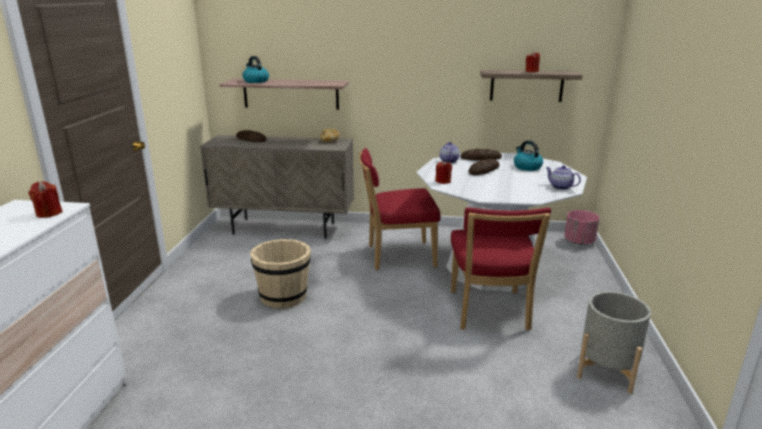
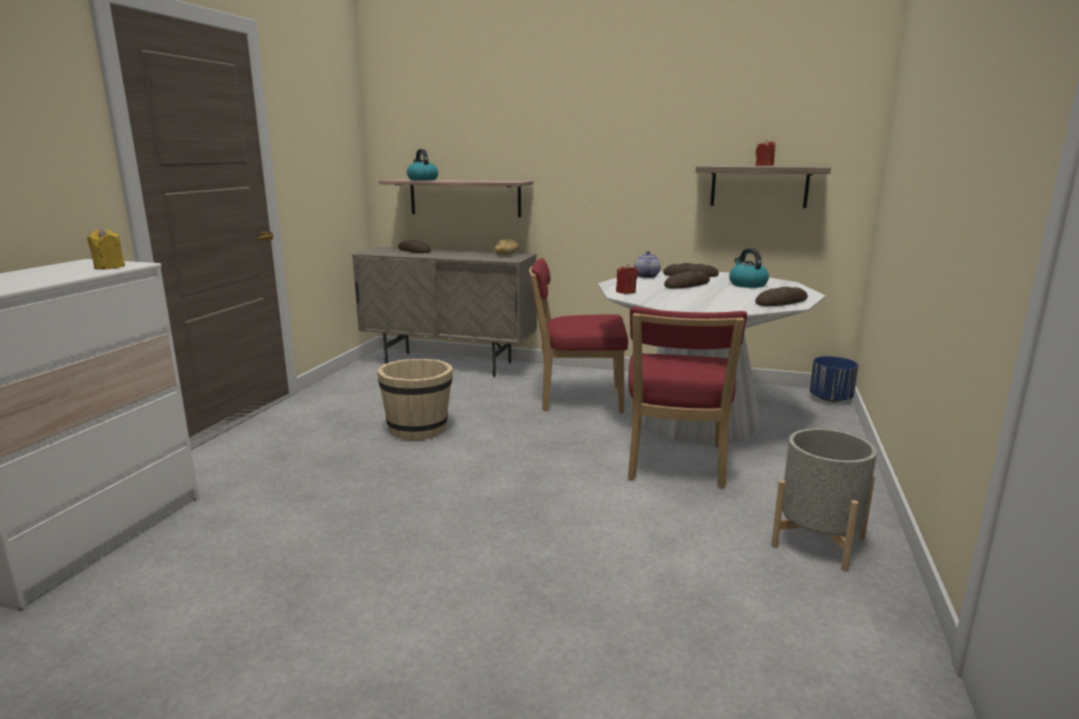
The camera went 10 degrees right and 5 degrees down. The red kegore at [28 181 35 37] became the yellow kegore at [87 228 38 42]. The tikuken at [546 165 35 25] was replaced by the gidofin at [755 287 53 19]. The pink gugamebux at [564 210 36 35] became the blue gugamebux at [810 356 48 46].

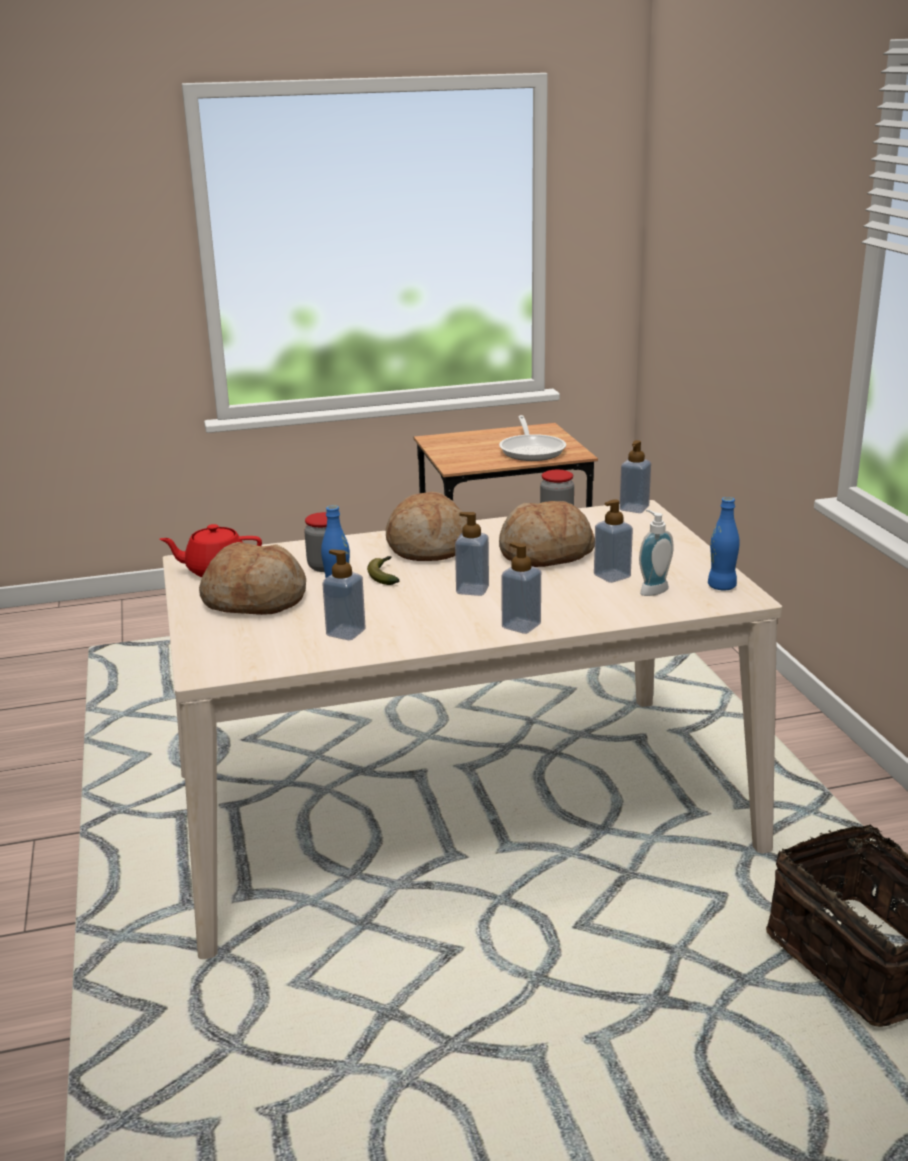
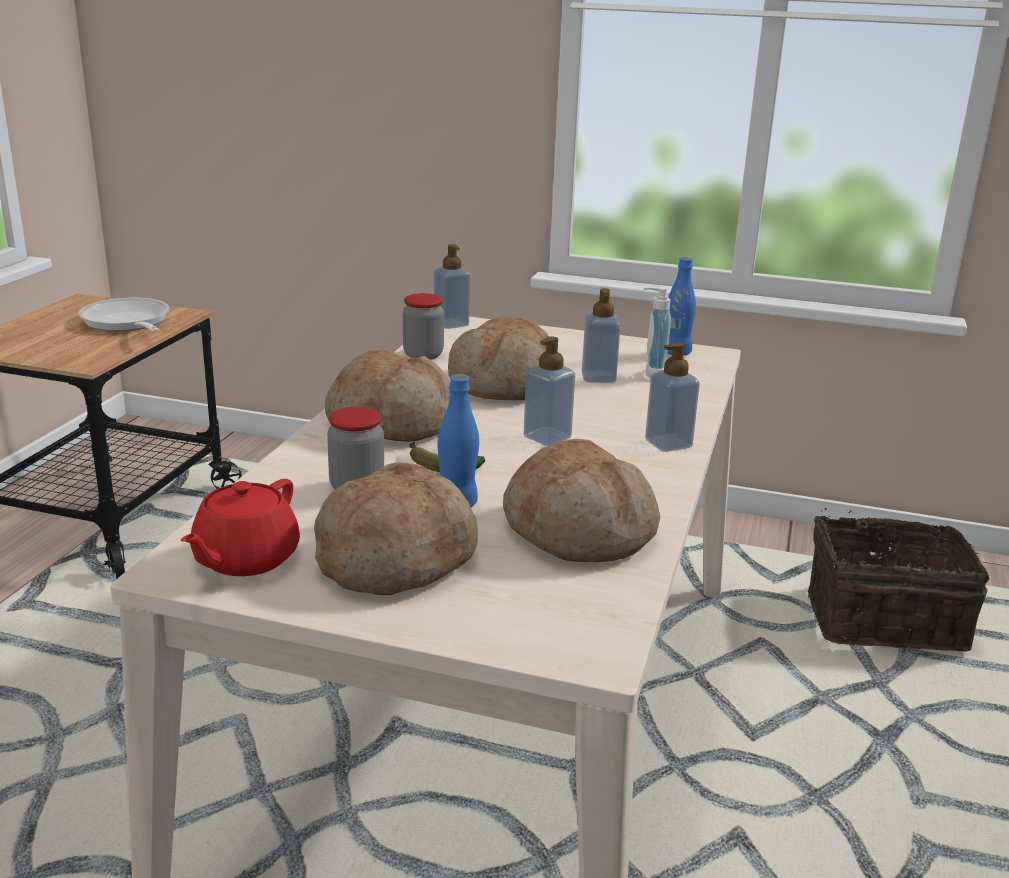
The camera went 60 degrees left and 0 degrees up. The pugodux at [322 549 44 91] was replaced by the gidofin at [503 439 157 123]. The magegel at [499 415 67 46] turned 150 degrees counterclockwise.

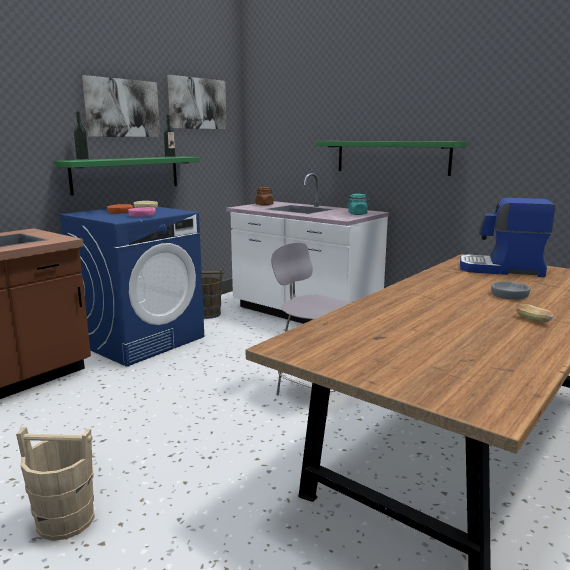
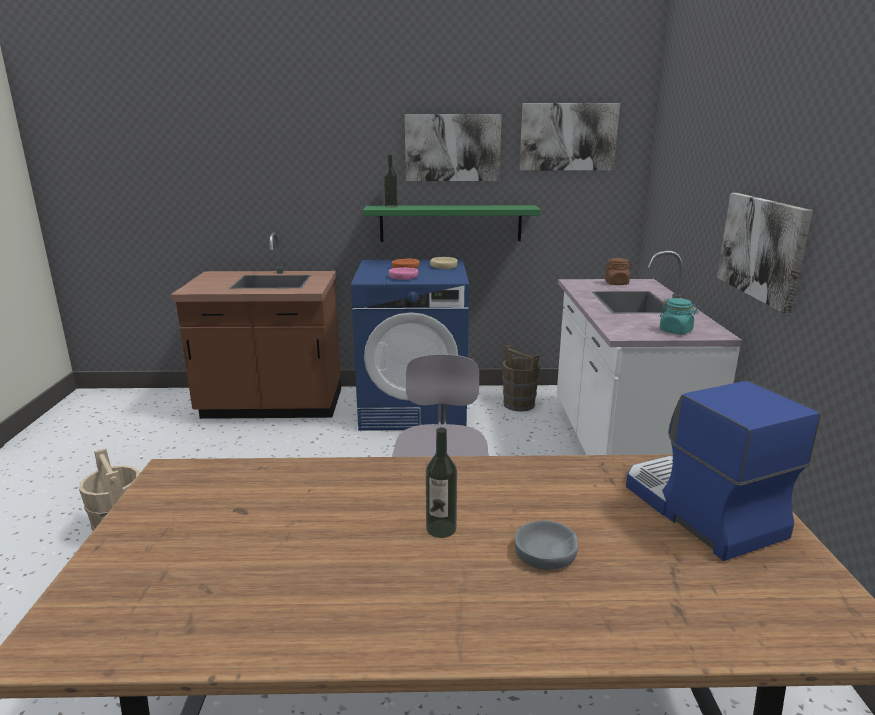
The camera went 50 degrees right and 5 degrees up. The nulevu moved from [163 115 13 42] to [426 427 31 111]. The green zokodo at [316 141 150 35] was replaced by the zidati at [717 193 96 120]. The gidofin at [516 304 37 18] disappeared.

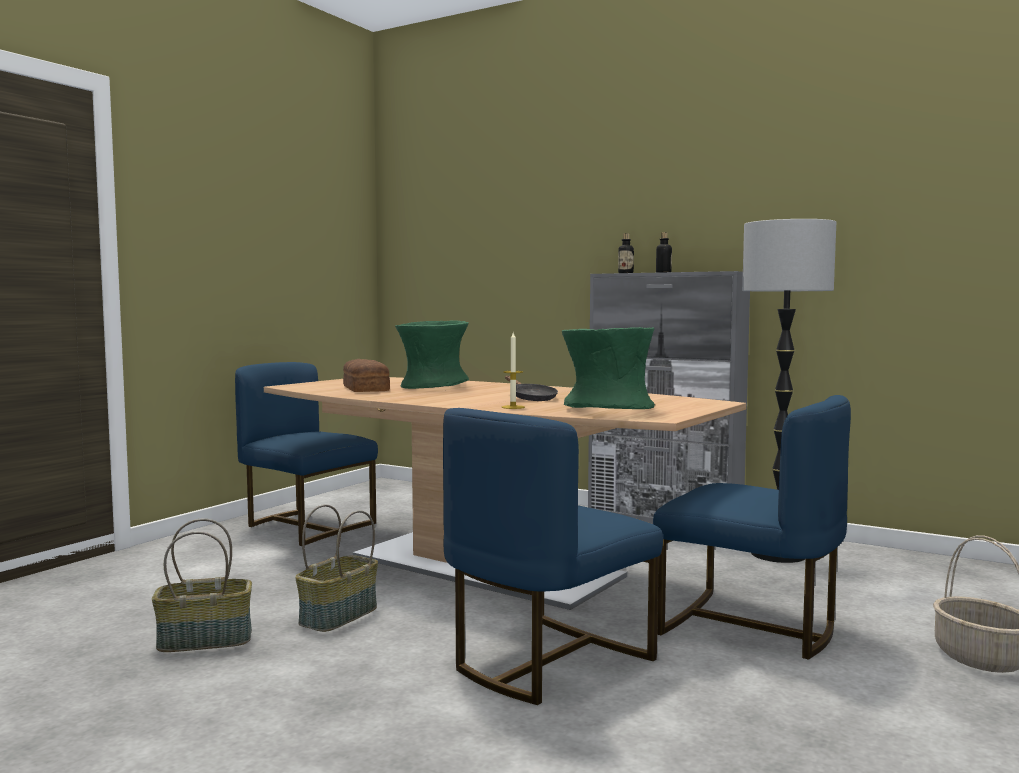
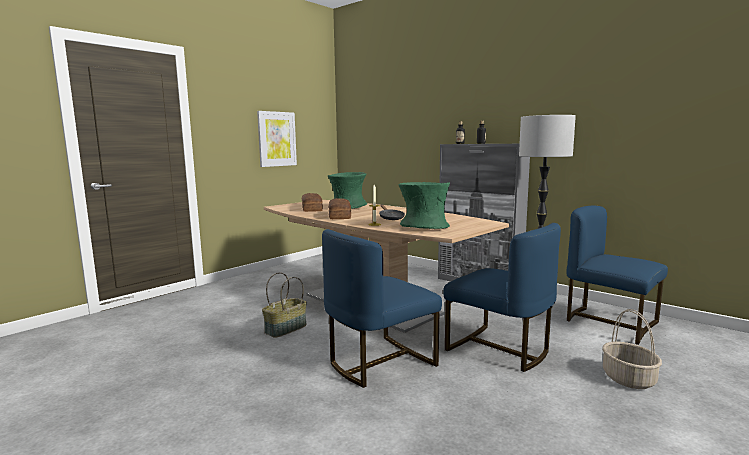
The camera went 10 degrees right and 5 degrees up. The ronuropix at [152 519 100 133] disappeared. The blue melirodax moved from [235 362 143 184] to [567 206 101 139]. The zidati at [257 111 40 56] appeared. The gidofin at [328 198 23 21] appeared.

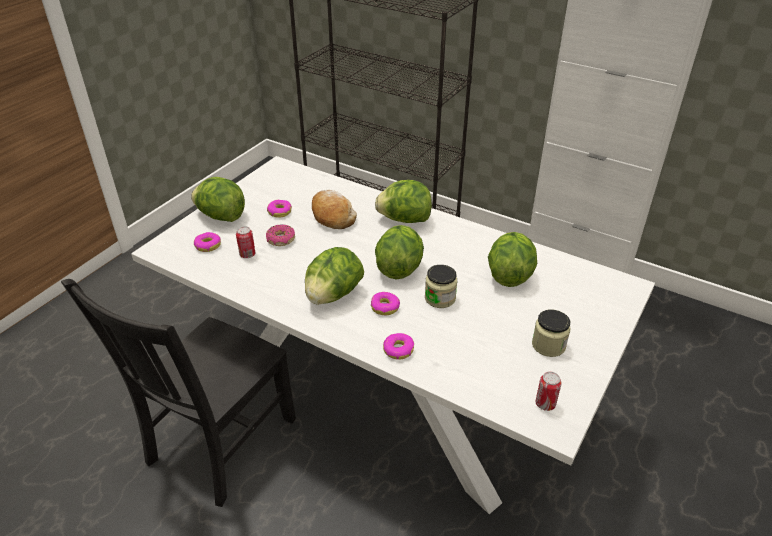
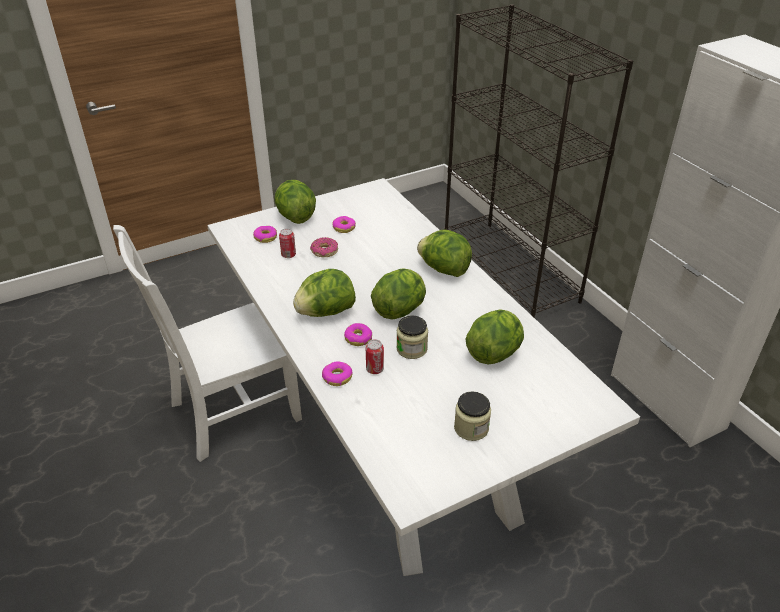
The camera went 30 degrees right and 0 degrees up. The black melirodax at [61 279 235 228] became the white melirodax at [113 225 189 237]. The gidofin at [312 190 45 39] disappeared. The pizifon moved from [535 372 27 39] to [366 339 18 35].

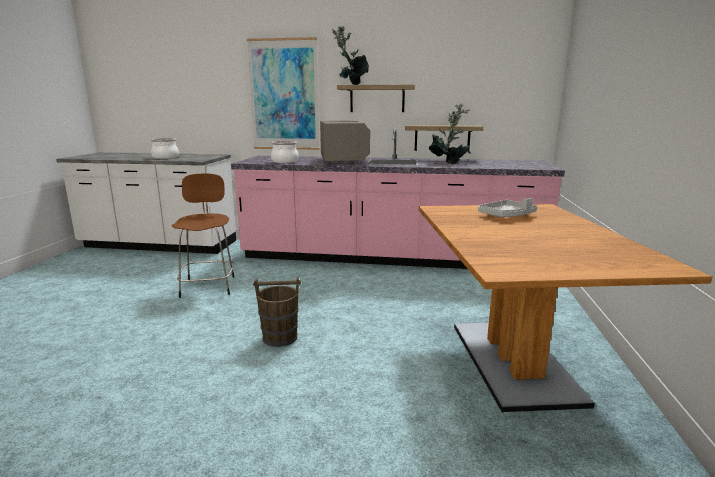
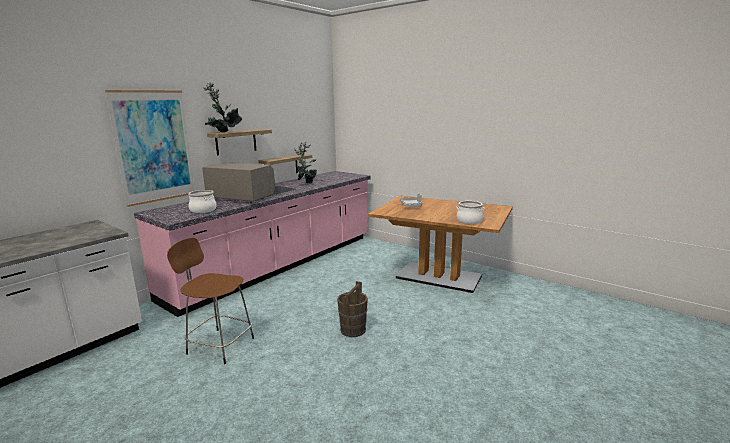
The camera went 60 degrees left and 0 degrees up. The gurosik moved from [151 138 28 21] to [456 201 29 23].

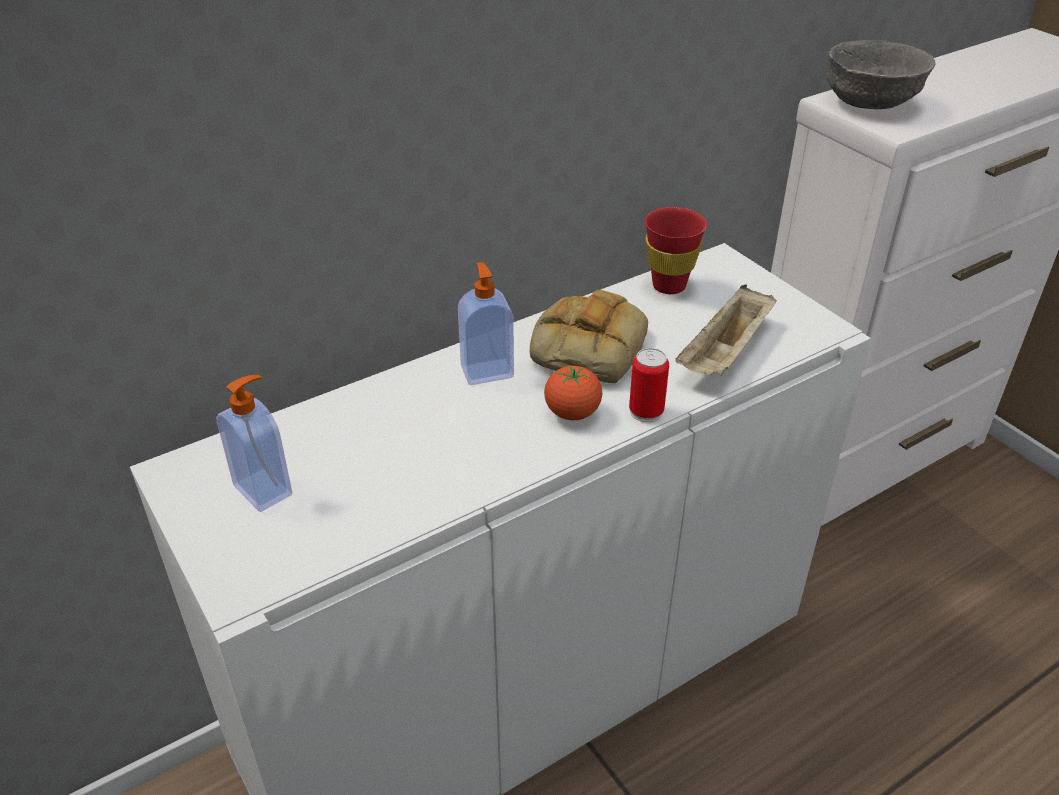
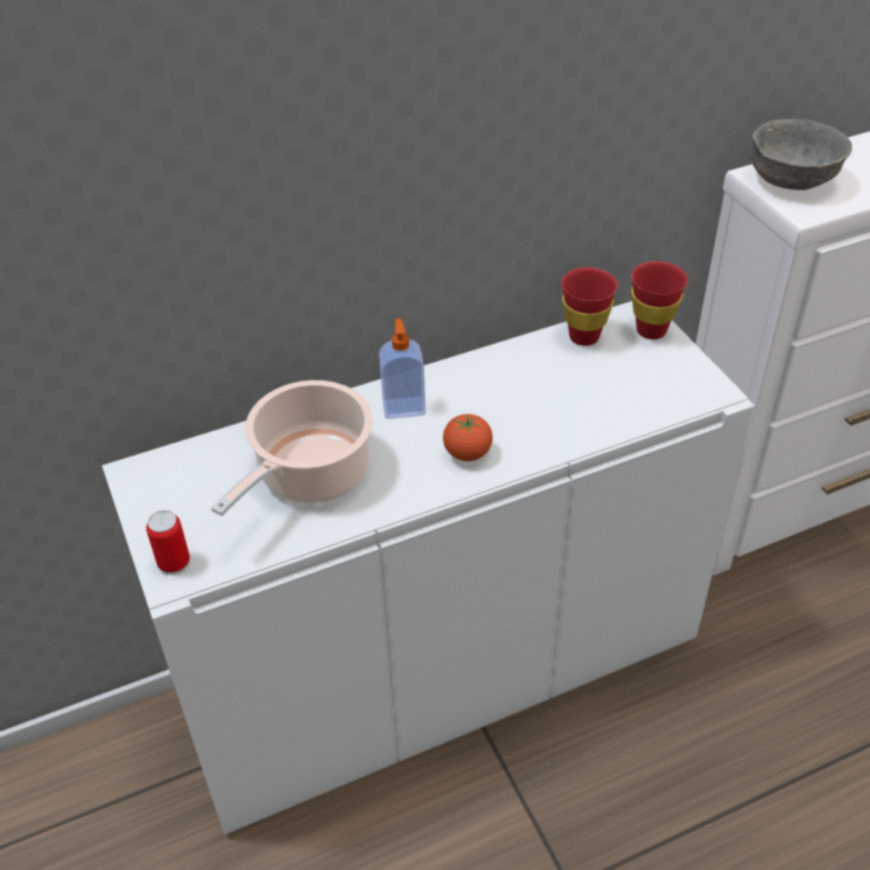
The camera went 10 degrees right and 5 degrees up. The pugodux at [216 375 76 137] disappeared. The gidofin at [530 290 118 93] disappeared. The pizifon moved from [629 348 40 74] to [146 510 44 65]. The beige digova at [675 285 102 91] disappeared. The gurosik at [211 380 162 136] appeared. The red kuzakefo at [631 261 57 78] appeared.

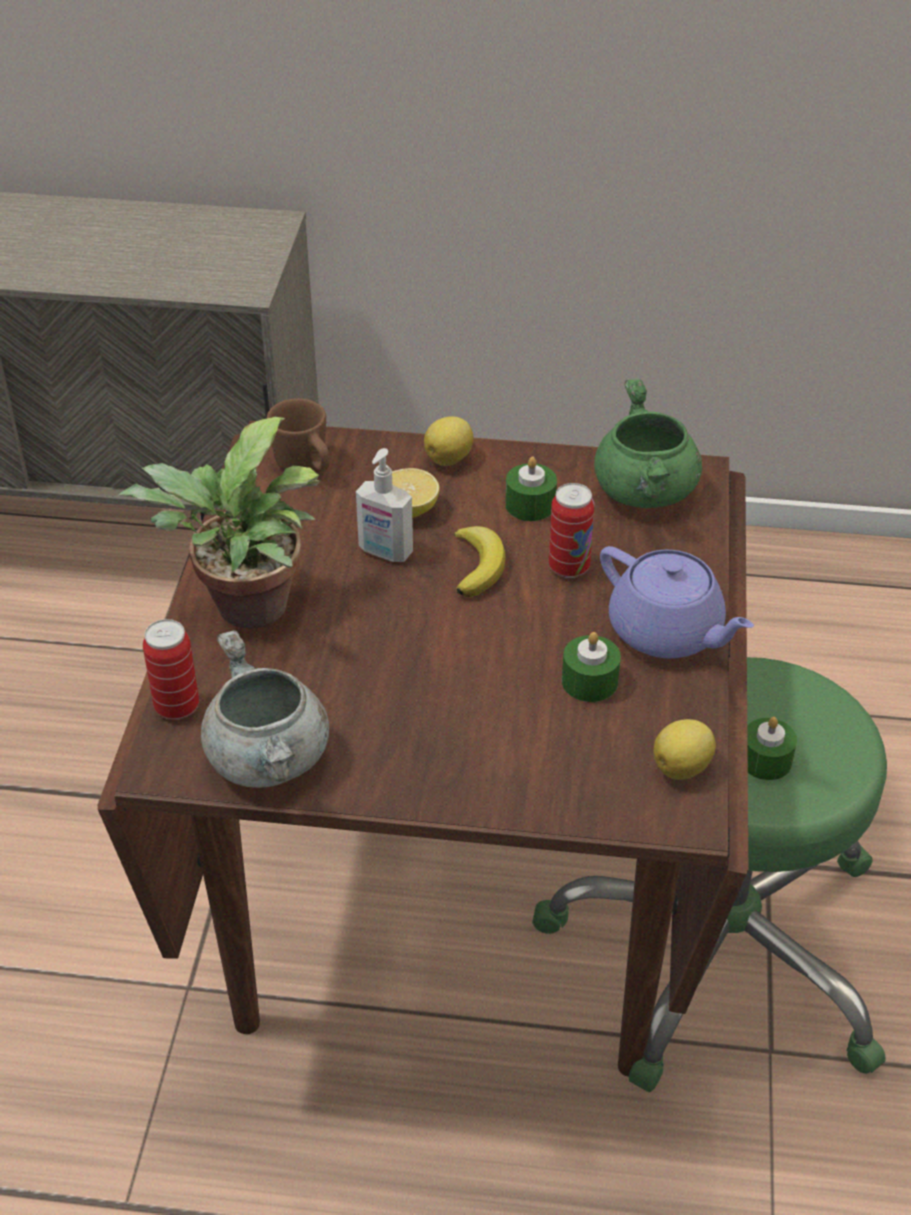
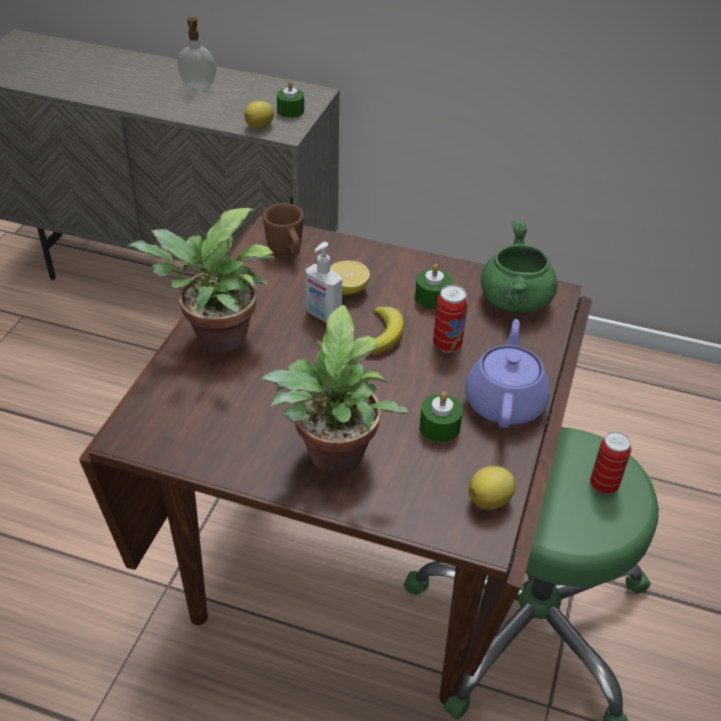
The camera went 10 degrees right and 0 degrees up. The pizifon moved from [143 619 56 101] to [590 432 41 62]. The grey gurosik at [201 630 128 158] disappeared. The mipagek moved from [424 416 49 50] to [244 101 30 28]. The purple tikuken at [600 546 154 113] turned 135 degrees counterclockwise. The green kegore moved from [747 717 50 63] to [277 81 27 37]. The pugodux at [178 17 38 72] appeared. The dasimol at [261 305 148 169] appeared.

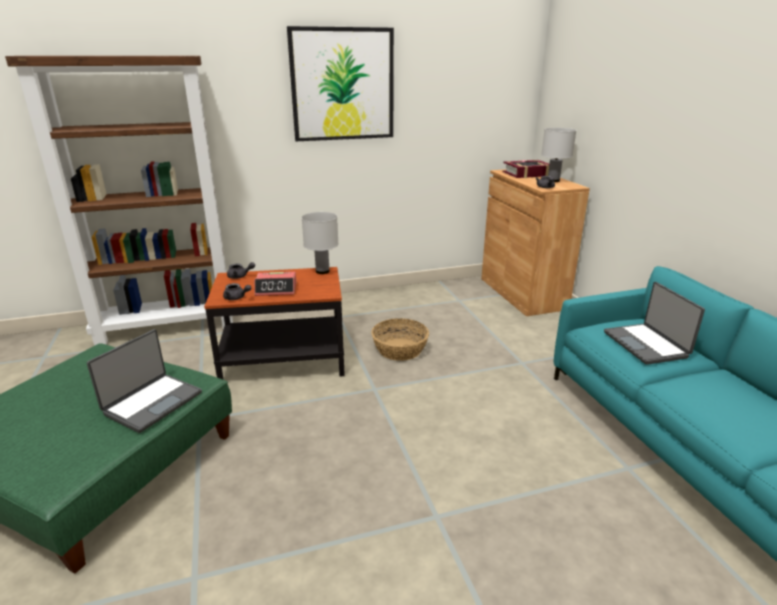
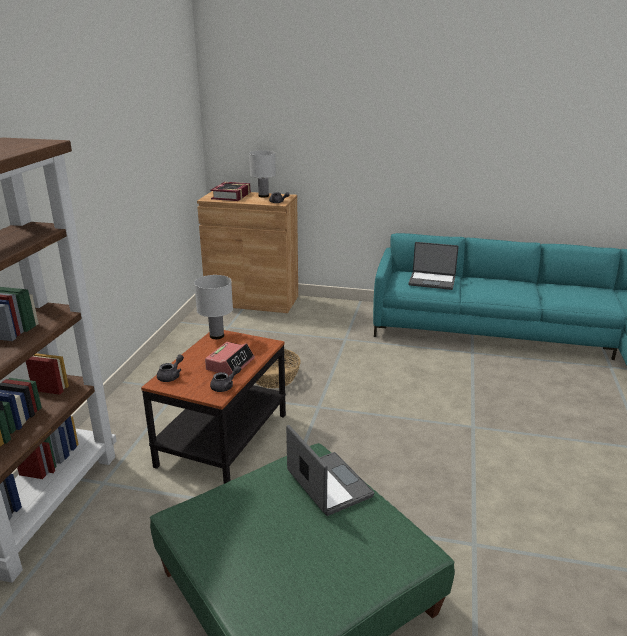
The camera went 60 degrees left and 0 degrees up. The zidati at [287 26 107 115] disappeared.

